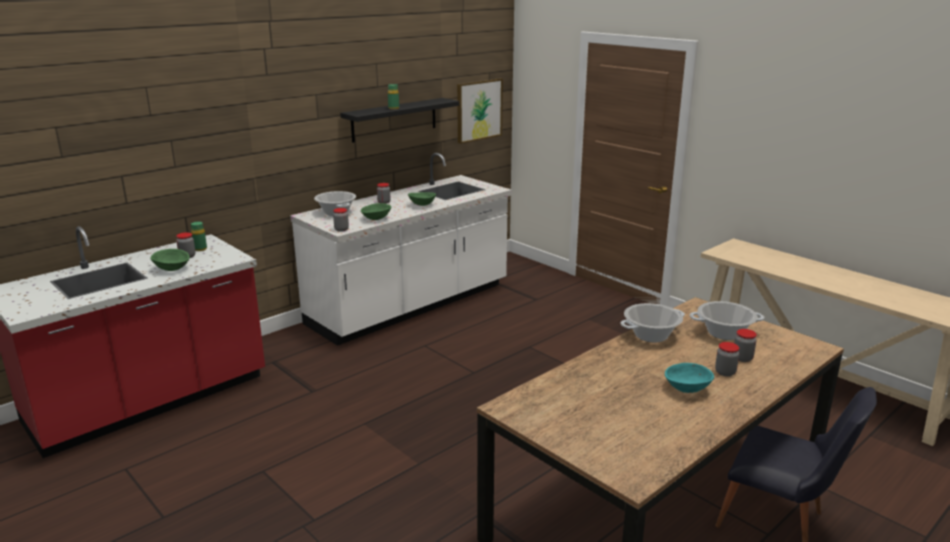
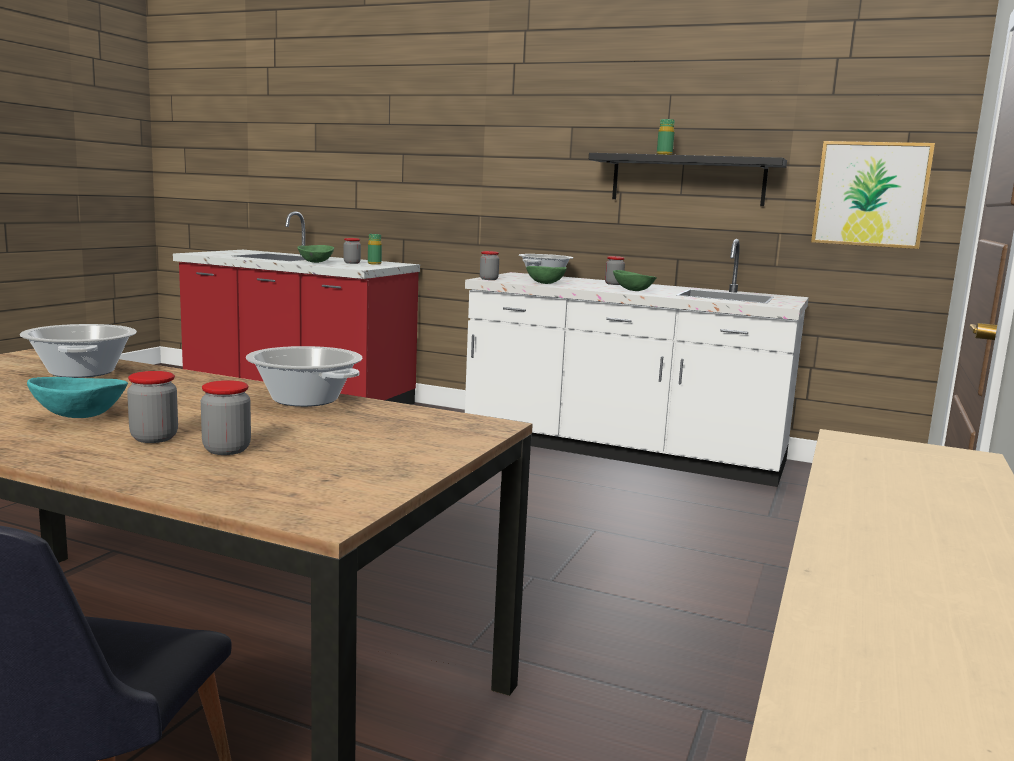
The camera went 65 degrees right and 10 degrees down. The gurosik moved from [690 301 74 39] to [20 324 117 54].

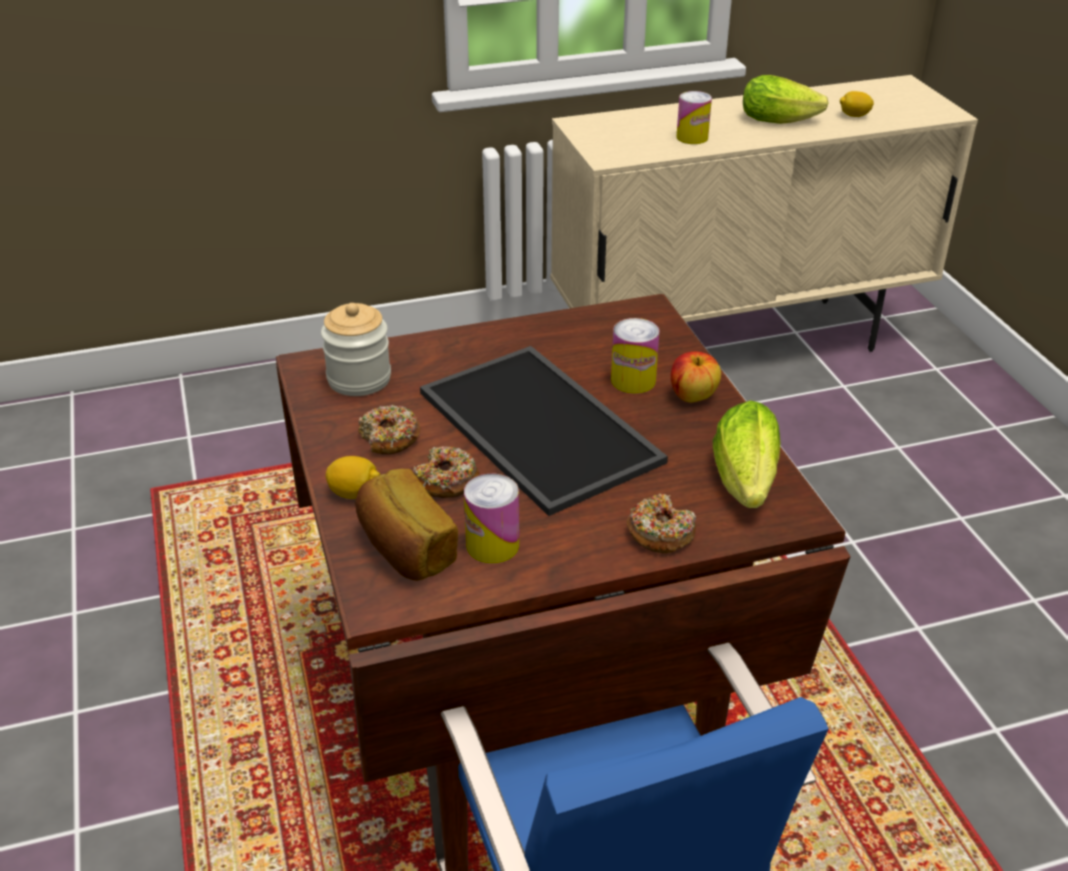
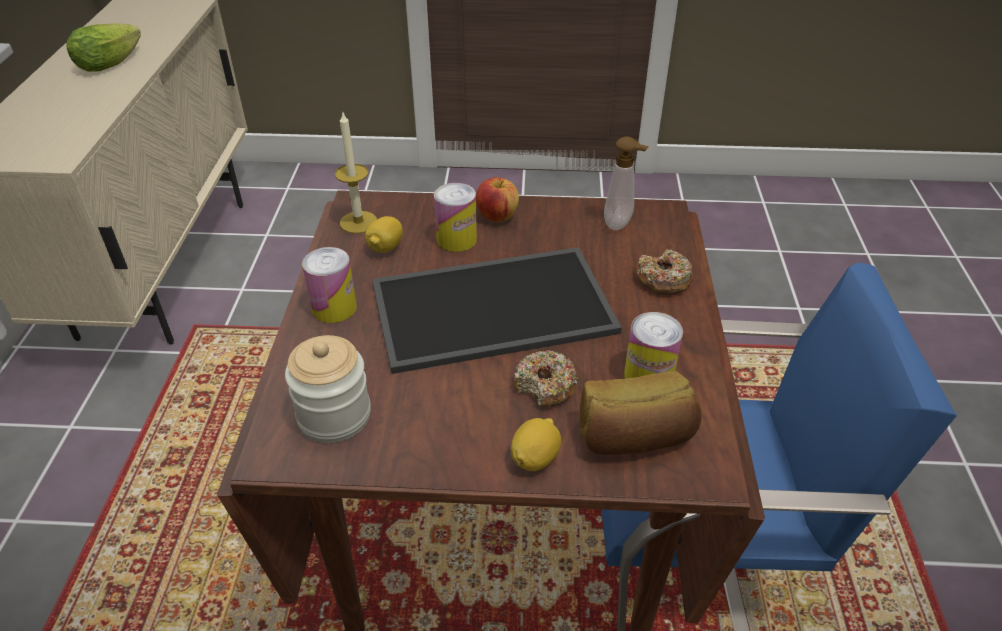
The camera went 70 degrees left and 5 degrees up. The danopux at [358 405 63 50] disappeared. The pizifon moved from [676 91 36 53] to [302 247 55 76]. The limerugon at [713 400 68 108] was replaced by the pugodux at [604 136 45 94]. The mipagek moved from [840 91 34 26] to [365 216 38 37]. The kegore at [335 113 42 121] appeared.

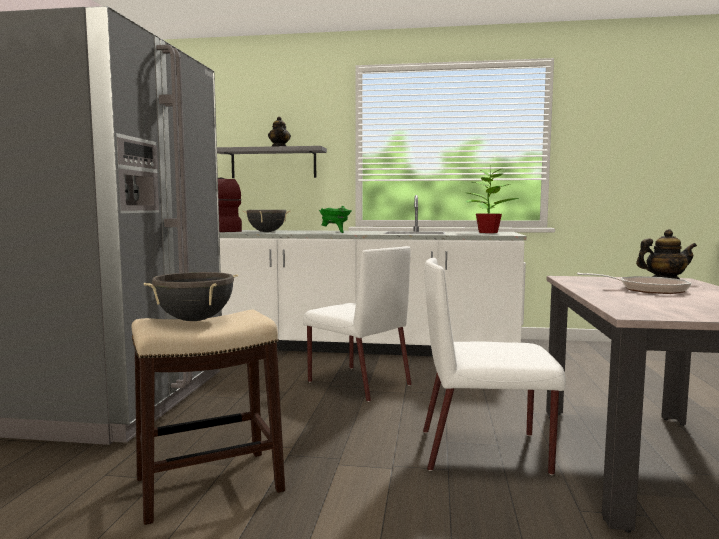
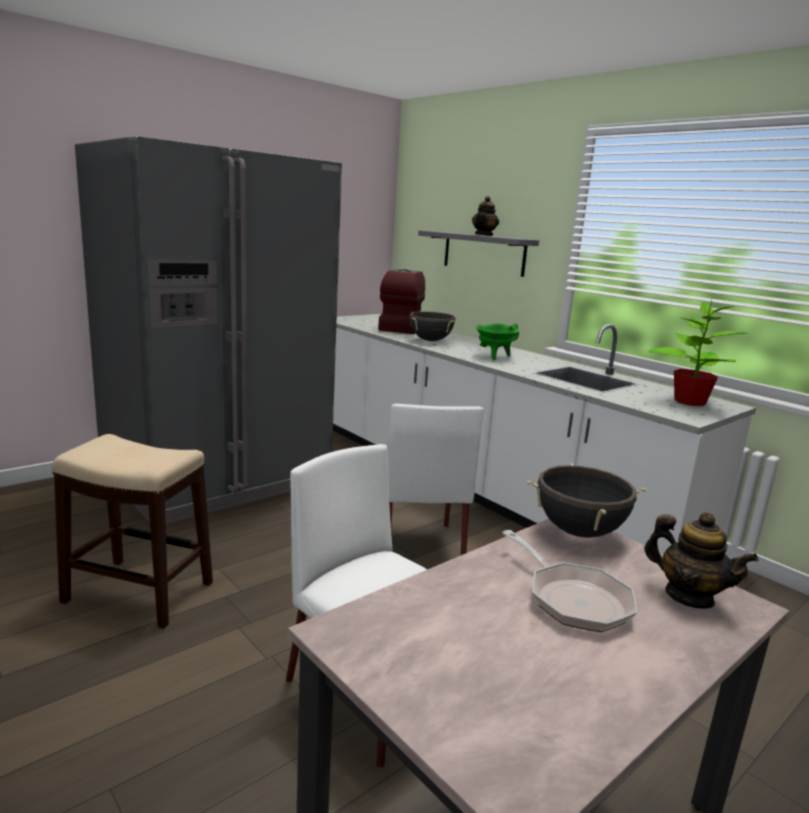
The camera went 40 degrees right and 10 degrees up. The black gurosik moved from [144 272 94 49] to [527 463 119 75].

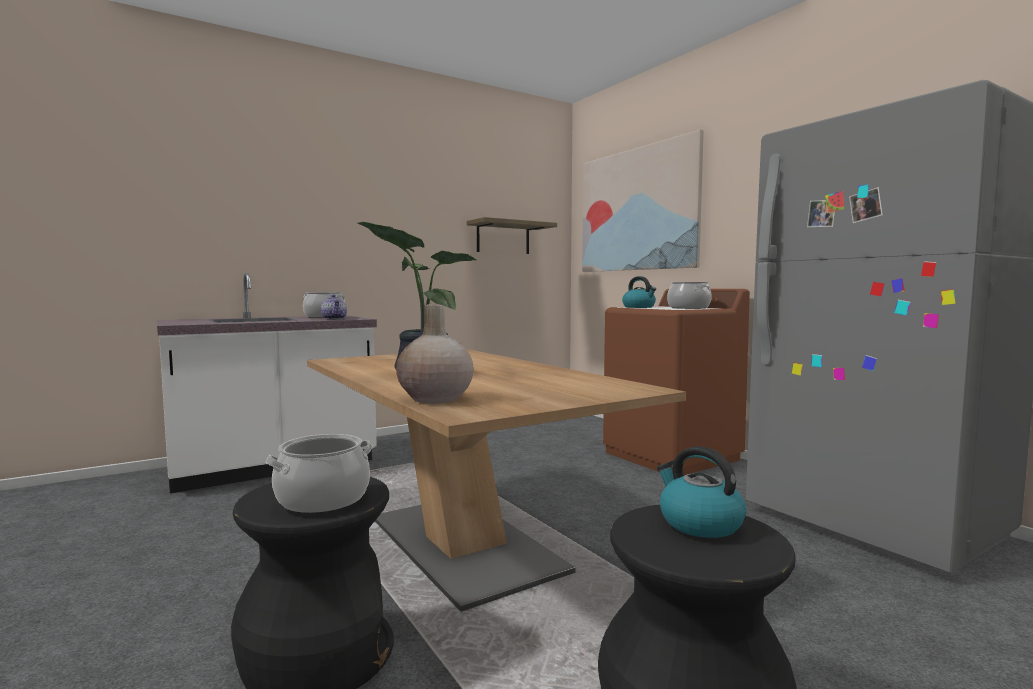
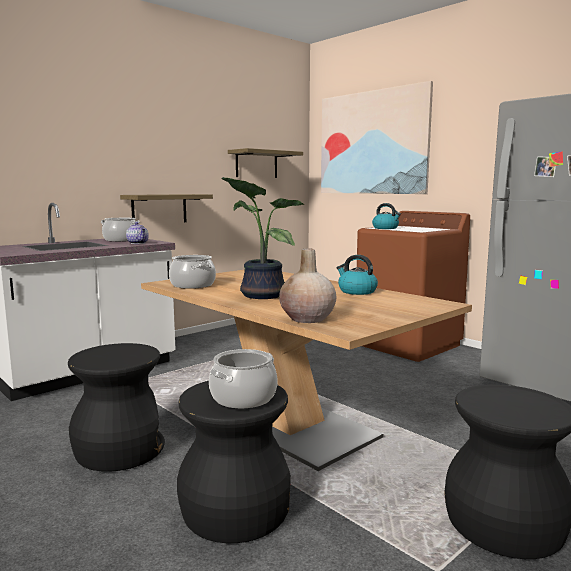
The camera went 10 degrees left and 5 degrees up. The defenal moved from [657 446 89 92] to [337 255 41 40]. The gurosik moved from [667 282 45 27] to [169 255 47 34]. The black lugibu at [68 343 97 129] appeared. The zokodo at [120 194 93 28] appeared.

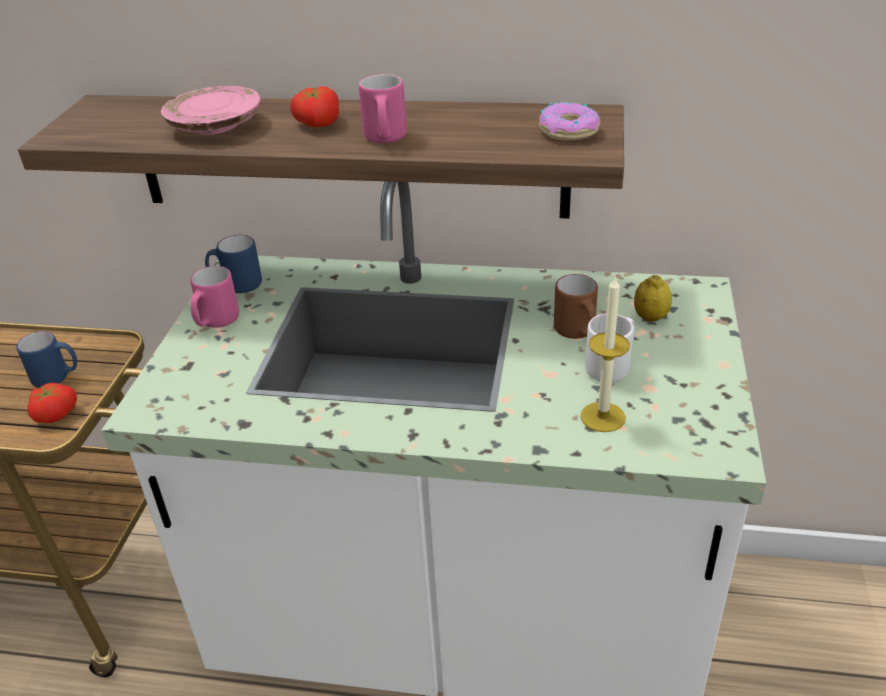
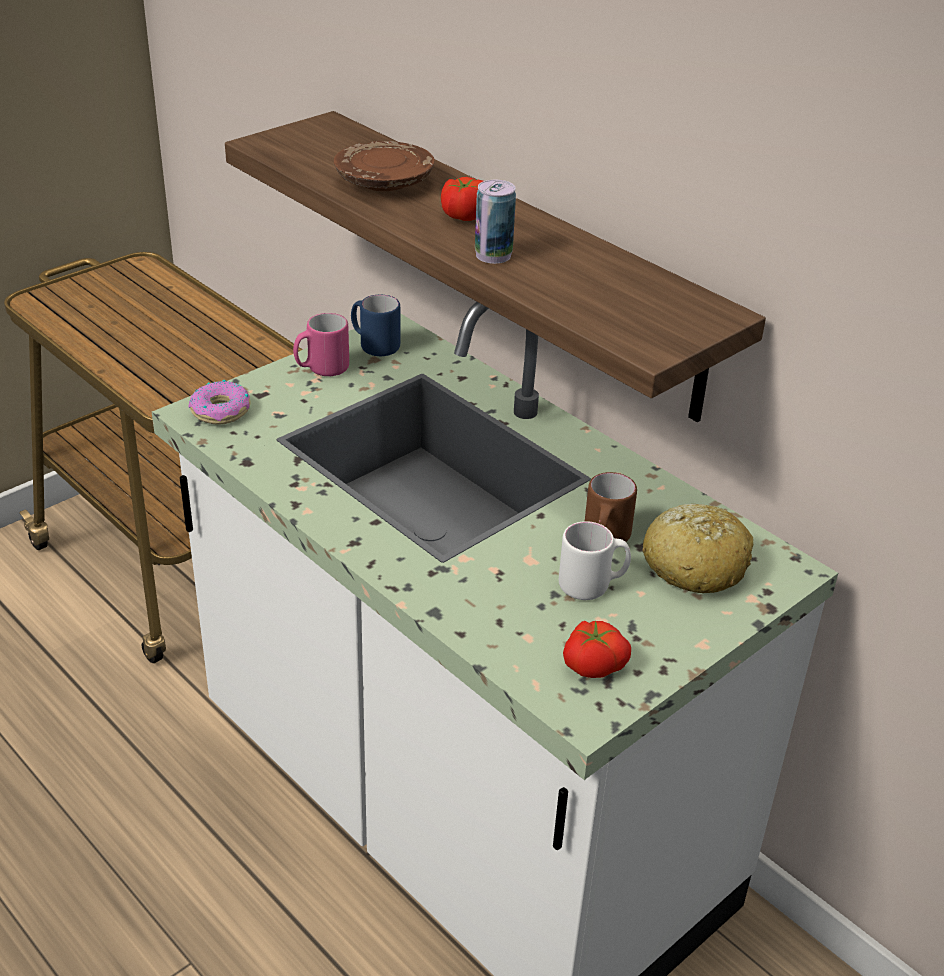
The camera went 35 degrees right and 0 degrees up. The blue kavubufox at [17 331 60 57] disappeared. The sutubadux moved from [27 383 50 40] to [563 621 68 57]. The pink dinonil at [161 86 99 49] became the brown dinonil at [334 141 101 50]. The pink kavubufox at [358 74 49 69] was replaced by the pizifon at [475 180 41 84]. The danopux moved from [539 102 62 39] to [188 380 62 45]. The kegore at [581 275 49 157] disappeared. The mipagek at [634 275 38 46] was replaced by the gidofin at [642 504 111 89].

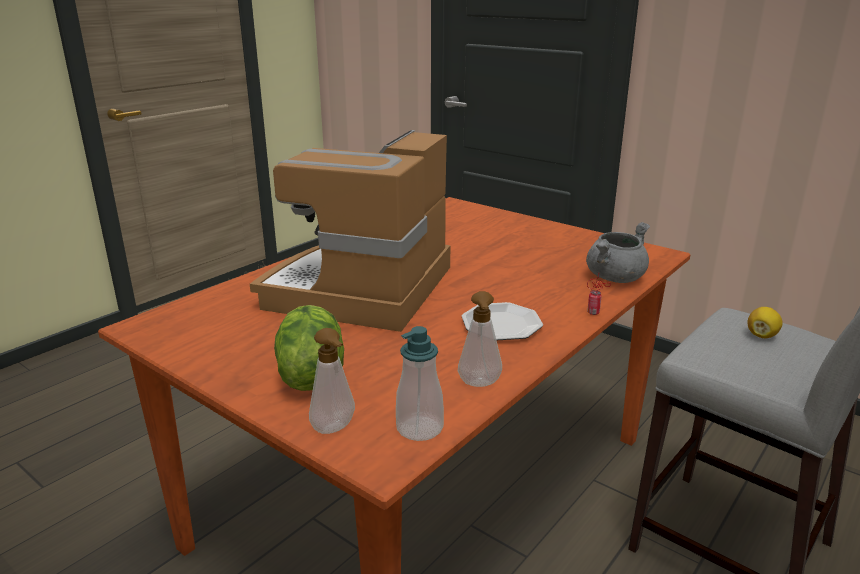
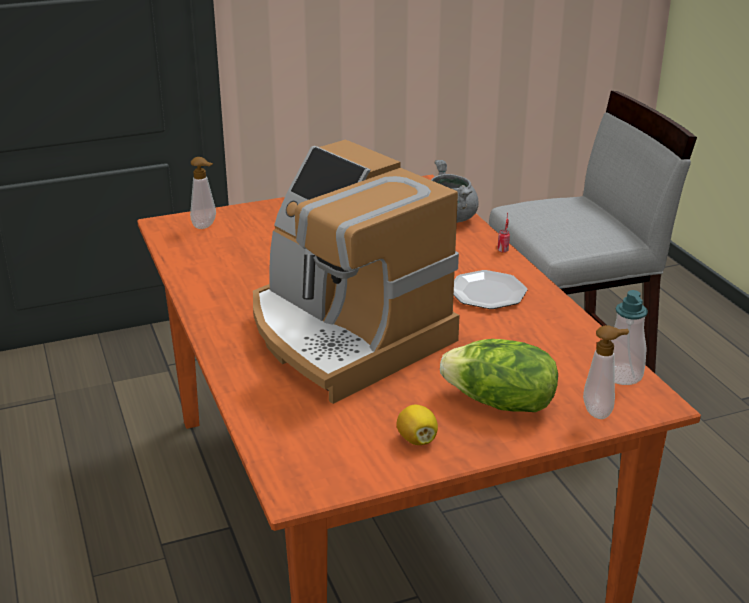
The camera went 60 degrees left and 5 degrees up. The pugodux moved from [458 291 44 96] to [190 157 26 72]. The mipagek moved from [747 307 36 31] to [397 405 41 40].

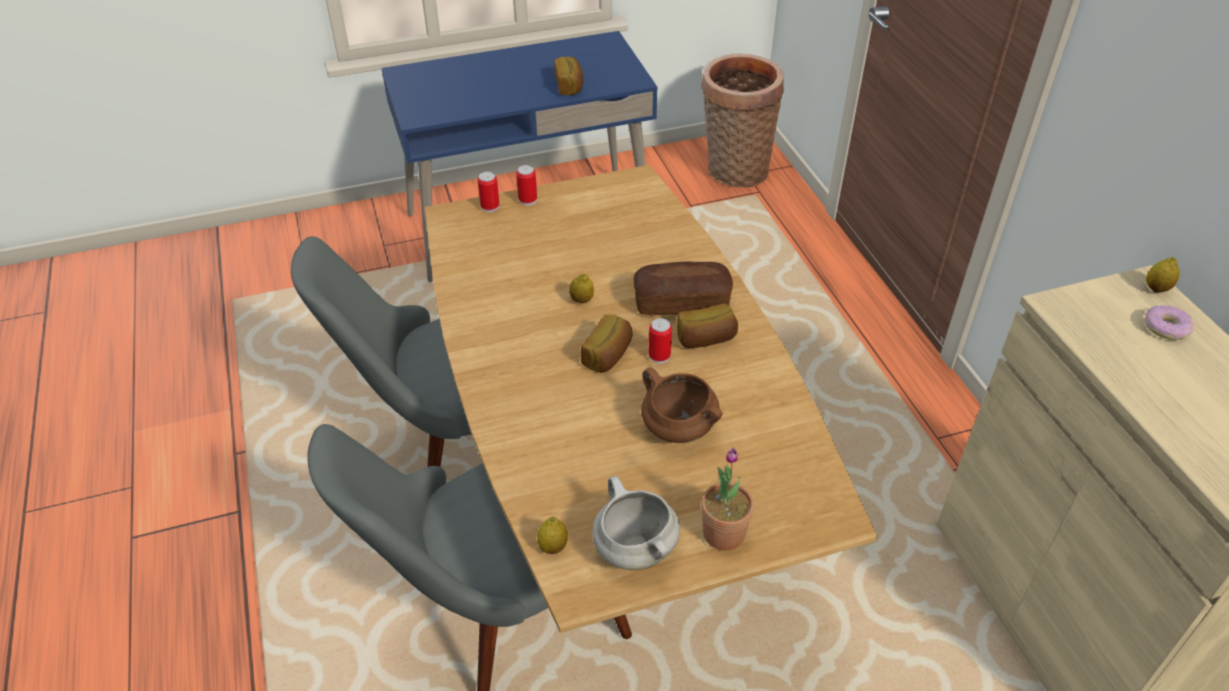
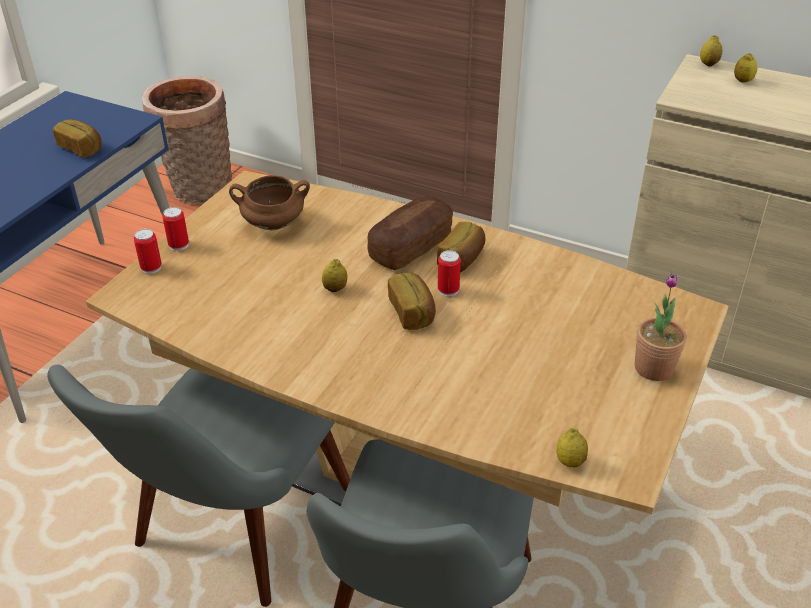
The camera went 45 degrees left and 5 degrees down. The white gurosik at [592 476 88 94] disappeared. The brown gurosik moved from [641 368 81 75] to [229 175 81 55]. The danopux at [1145 305 49 35] was replaced by the mipagek at [734 53 24 30].

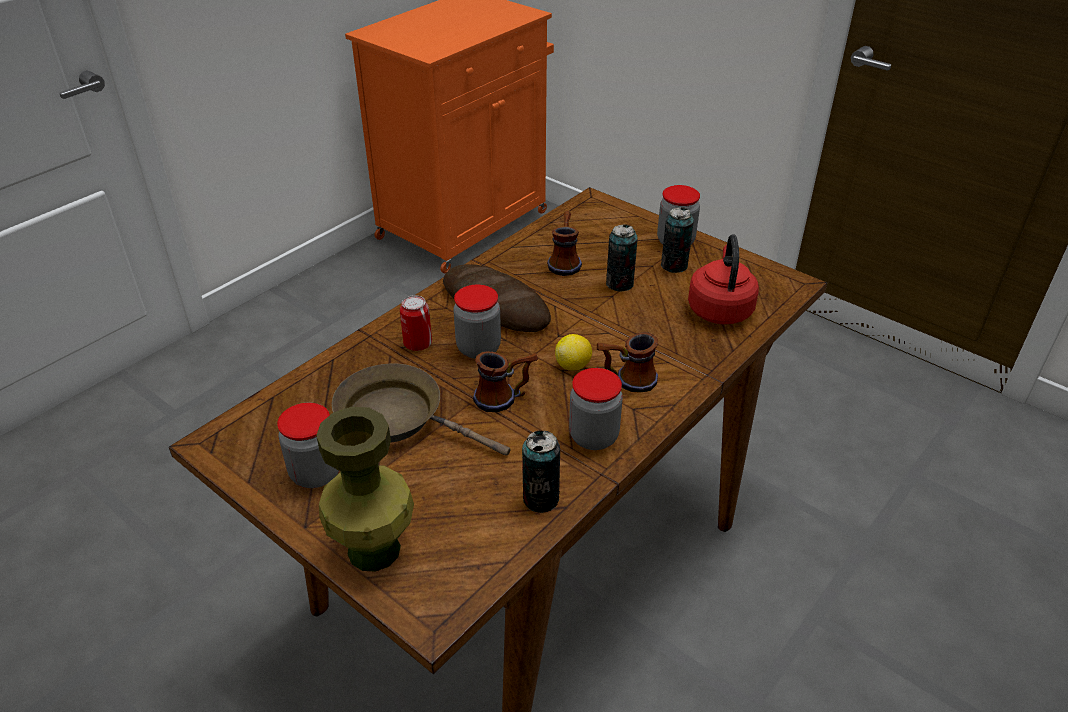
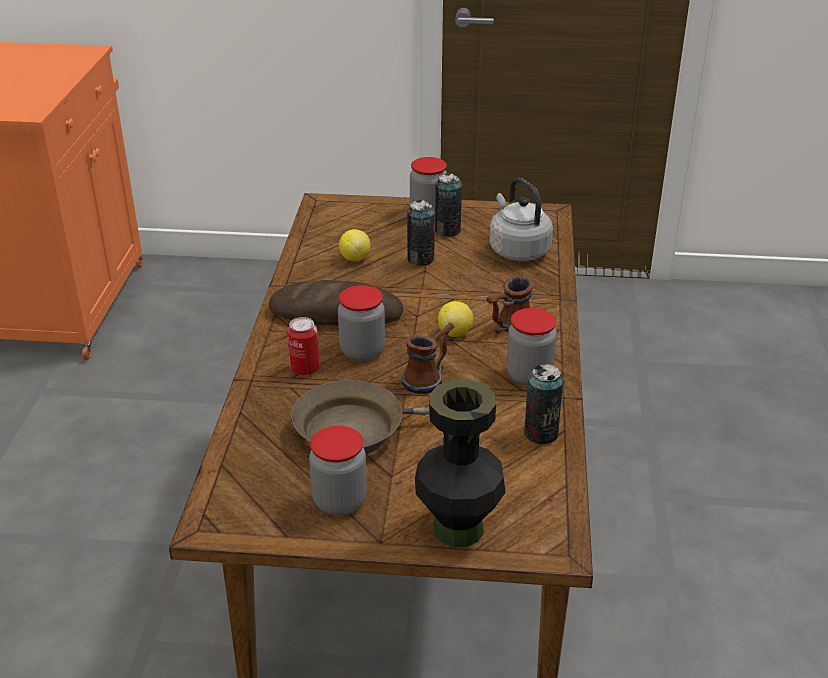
The camera went 35 degrees left and 5 degrees down. The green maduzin at [316 407 98 165] became the black maduzin at [415 379 91 168]. The kavubufox at [547 211 35 65] was replaced by the mipagek at [339 229 32 32]. The red defenal at [688 234 71 90] became the grey defenal at [489 178 64 83].

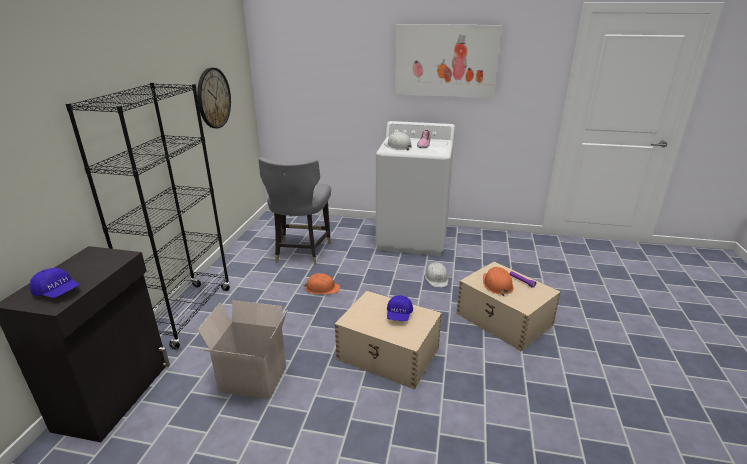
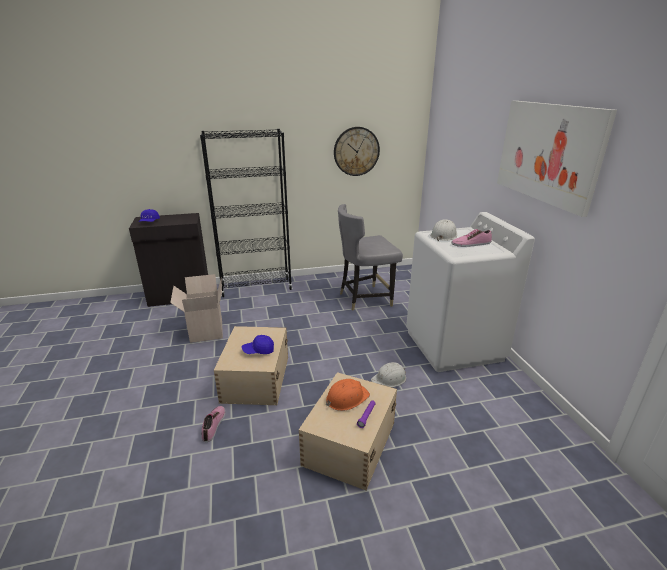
The camera went 65 degrees right and 0 degrees up. The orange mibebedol at [303 273 37 21] disappeared. The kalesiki at [201 406 24 36] appeared.

